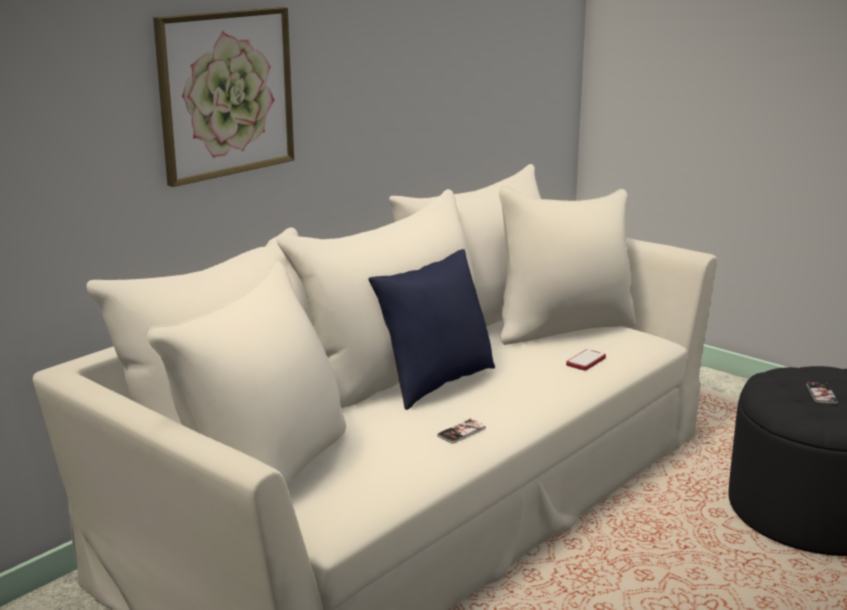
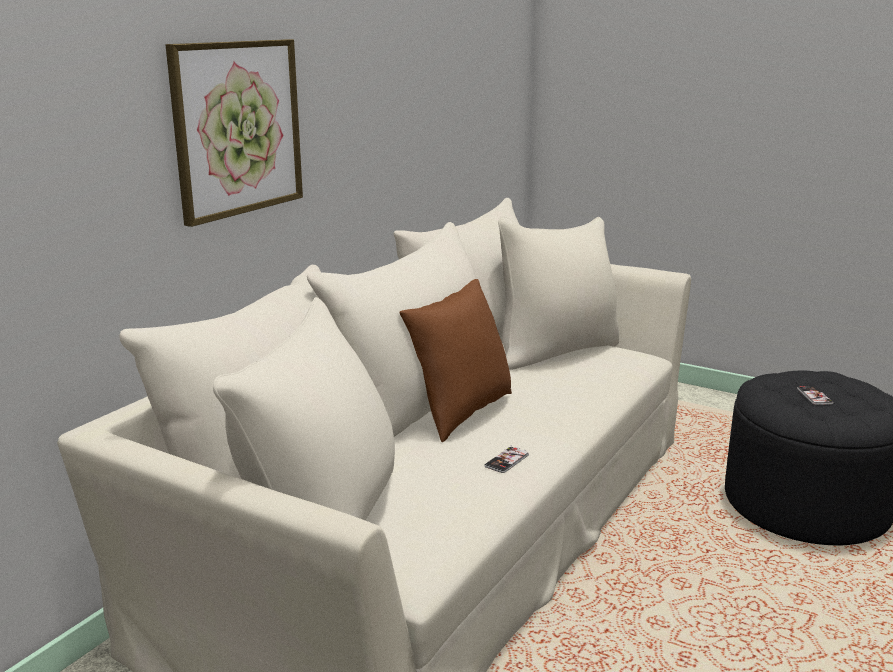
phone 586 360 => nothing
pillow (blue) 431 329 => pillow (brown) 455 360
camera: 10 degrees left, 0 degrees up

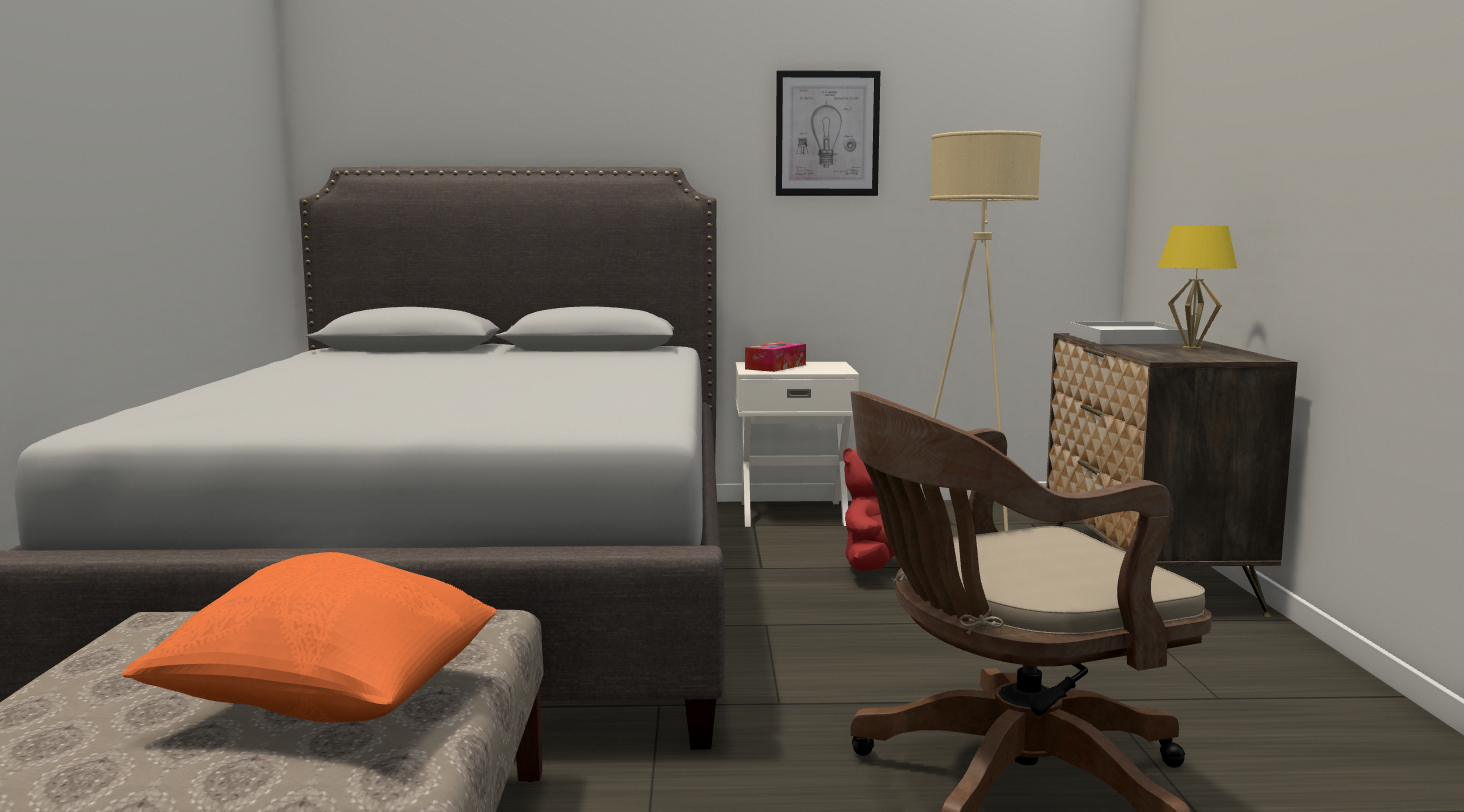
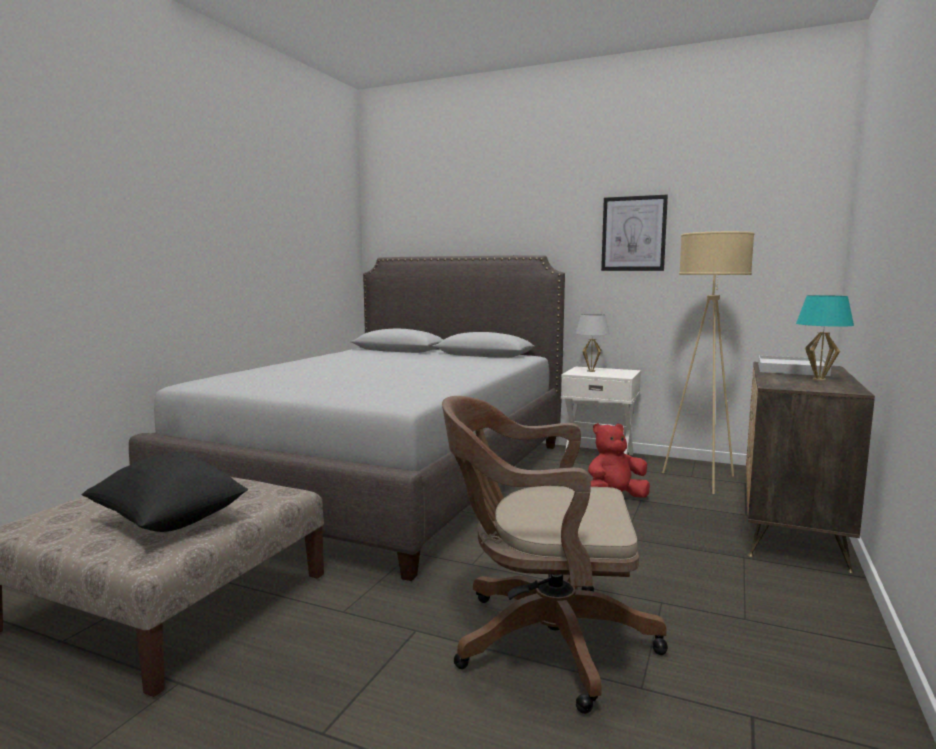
tissue box 775 357 => lamp for a table (white) 592 343
pillow (orange) 309 637 => pillow (black-coloured) 165 492
lamp for a table (yellowish) 1197 288 => lamp for a table (blue-green) 825 338
camera: 25 degrees right, 0 degrees up

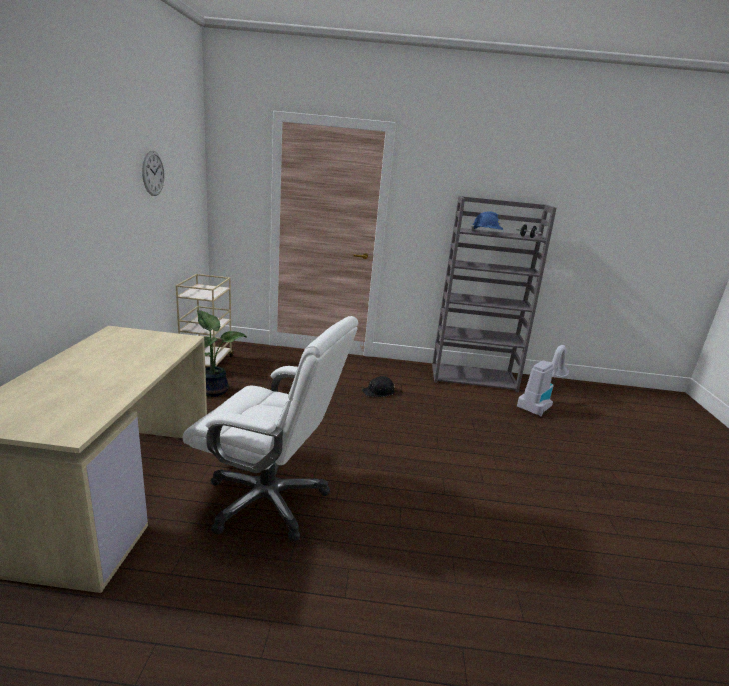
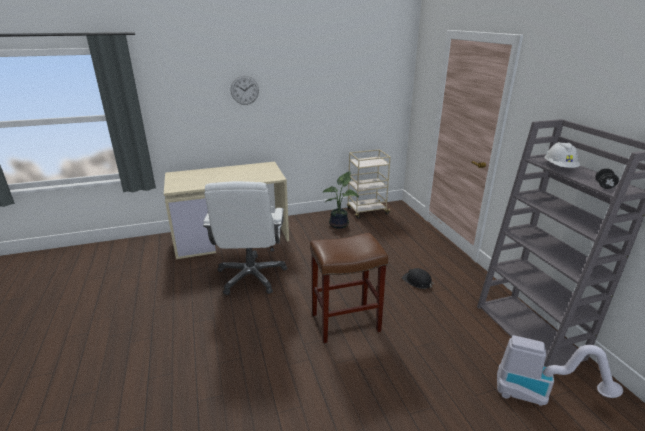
nothing => stool (brown) 349 288
hanging clock 153 173 => hanging clock 245 90, relocated
work helmet (blue) 487 221 => work helmet (white) 562 155
camera: 70 degrees right, 5 degrees up

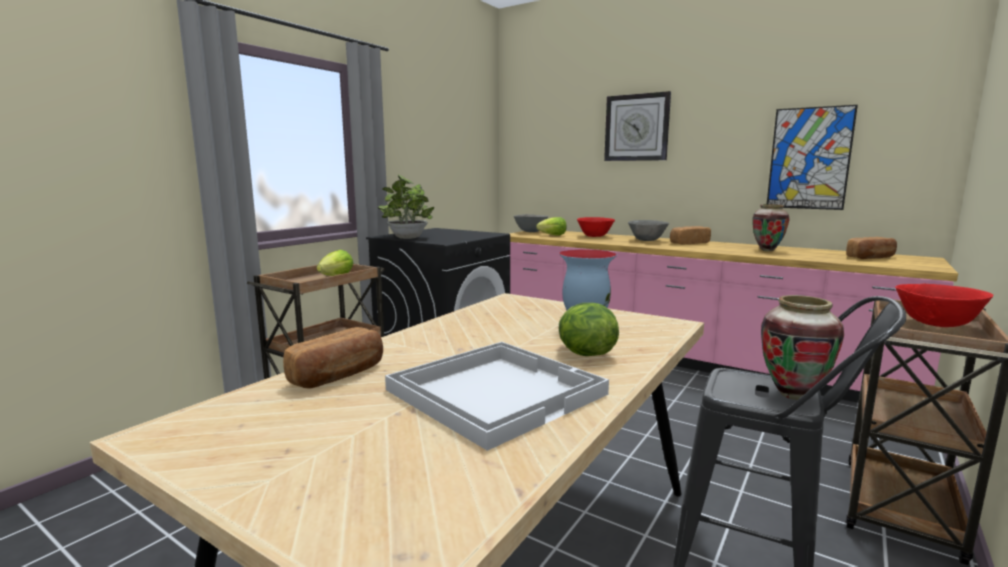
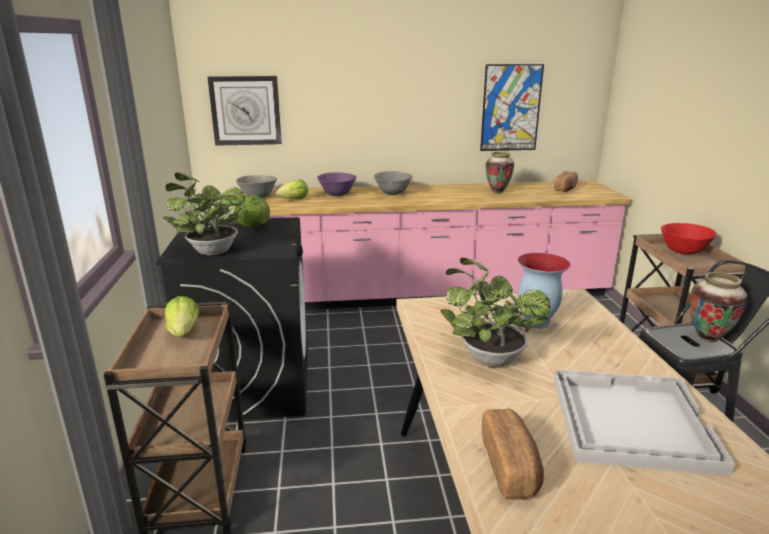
bread 690 235 => nothing
nothing => plant in a pot 495 312
lettuce 589 329 => lettuce 250 211, relocated
hanging clock 637 126 => hanging clock 245 111, relocated
deep dish (red) 596 227 => deep dish (purple-coloured) 337 184
camera: 40 degrees left, 10 degrees up

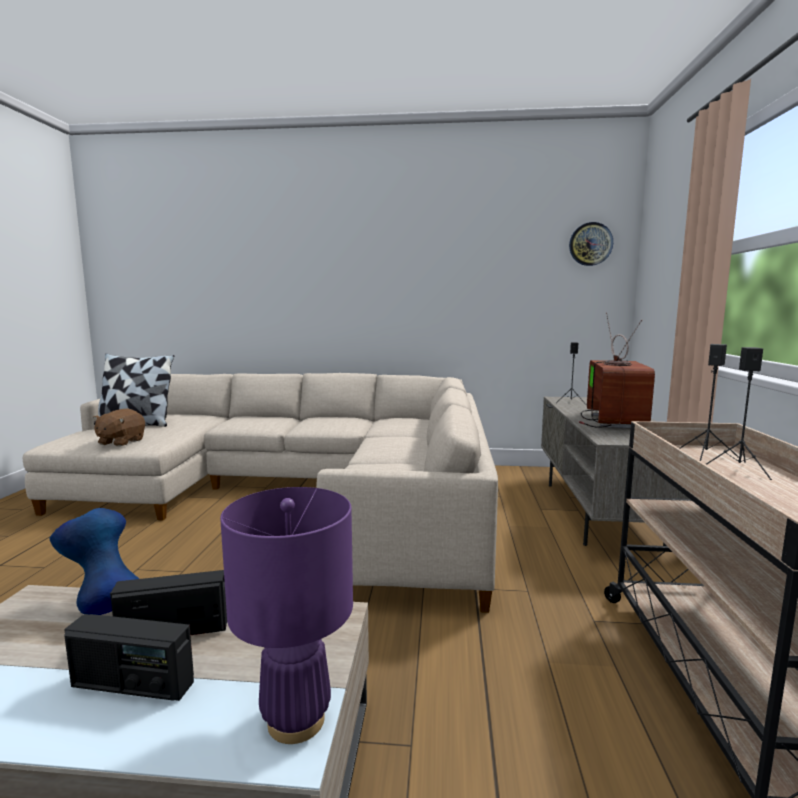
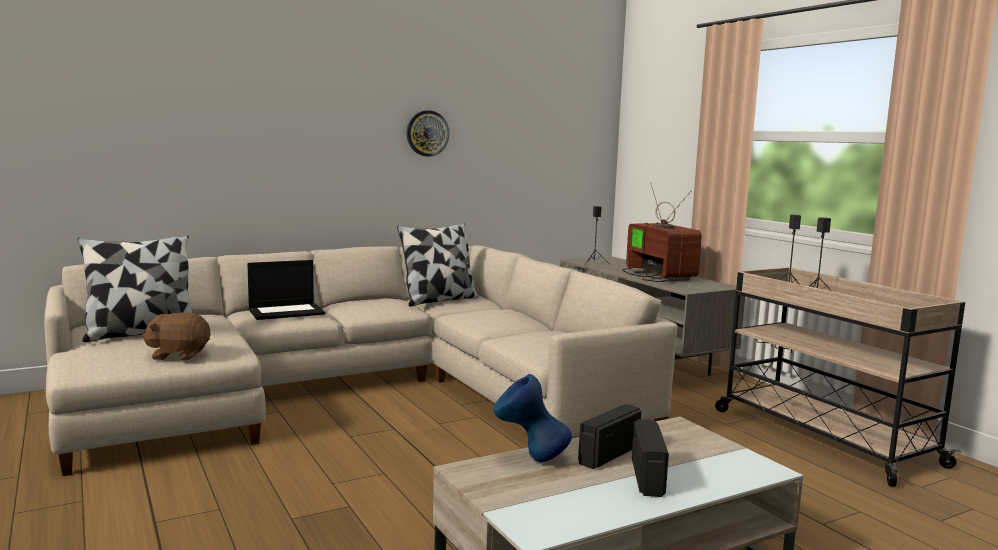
lamp for a table (purple-coloured) 286 615 => nothing
nothing => laptop 286 290
nothing => pillow 437 265
hanging clock 591 244 => hanging clock 427 133, relocated
radio 129 657 => radio 650 458, 60 degrees counterclockwise
cuddly toy (brown) 119 428 => cuddly toy (brown) 176 336, 105 degrees clockwise
camera: 35 degrees left, 0 degrees up

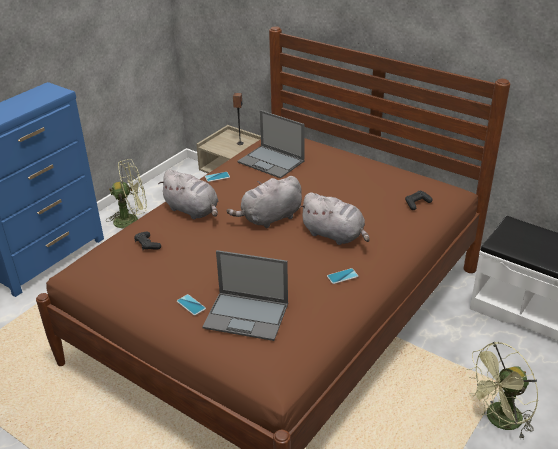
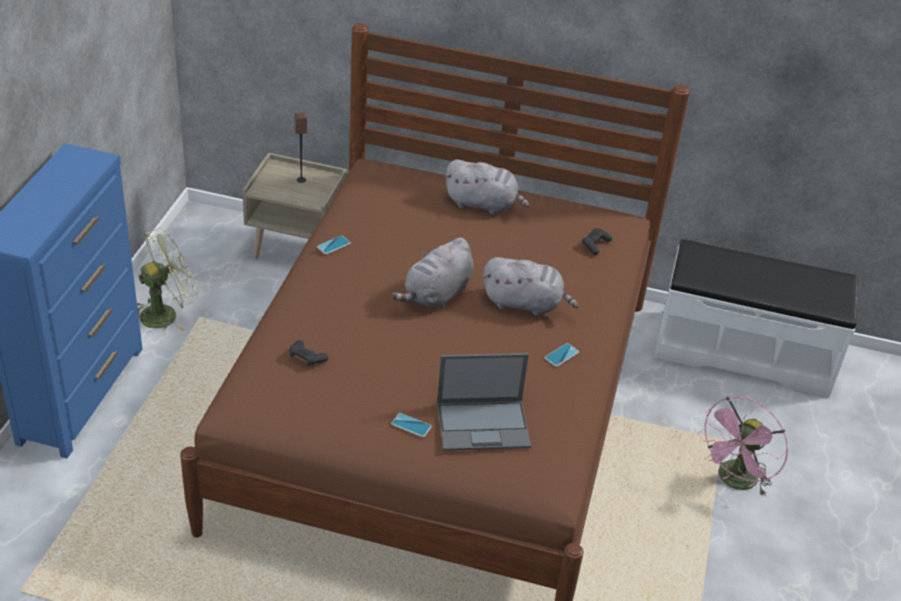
laptop 270 144 => nothing
cuddly toy (gray) 188 194 => cuddly toy (gray) 487 187, relocated
cooling fan (greenish) 502 391 => cooling fan (pinkish) 742 446
camera: 25 degrees left, 5 degrees up

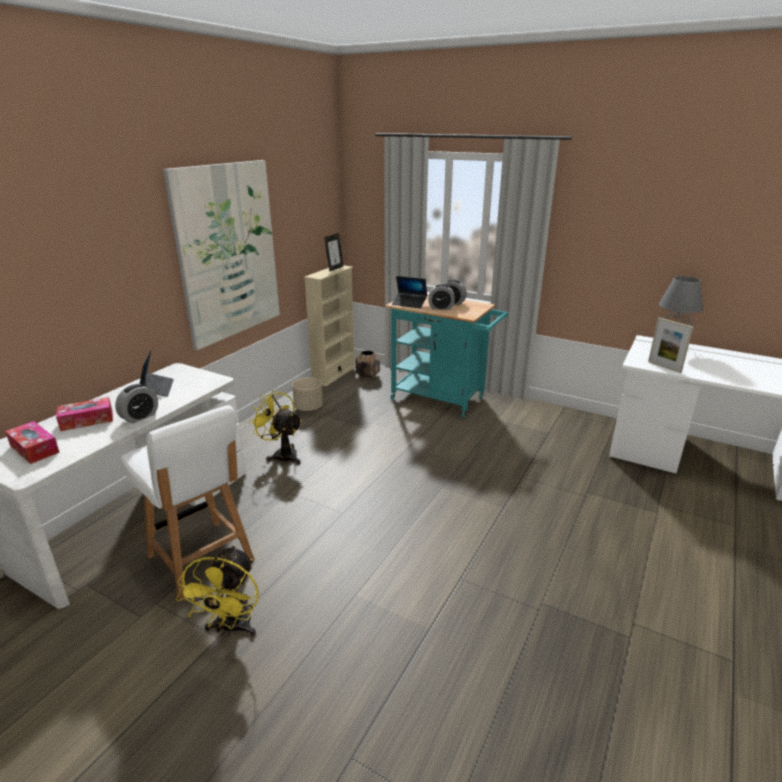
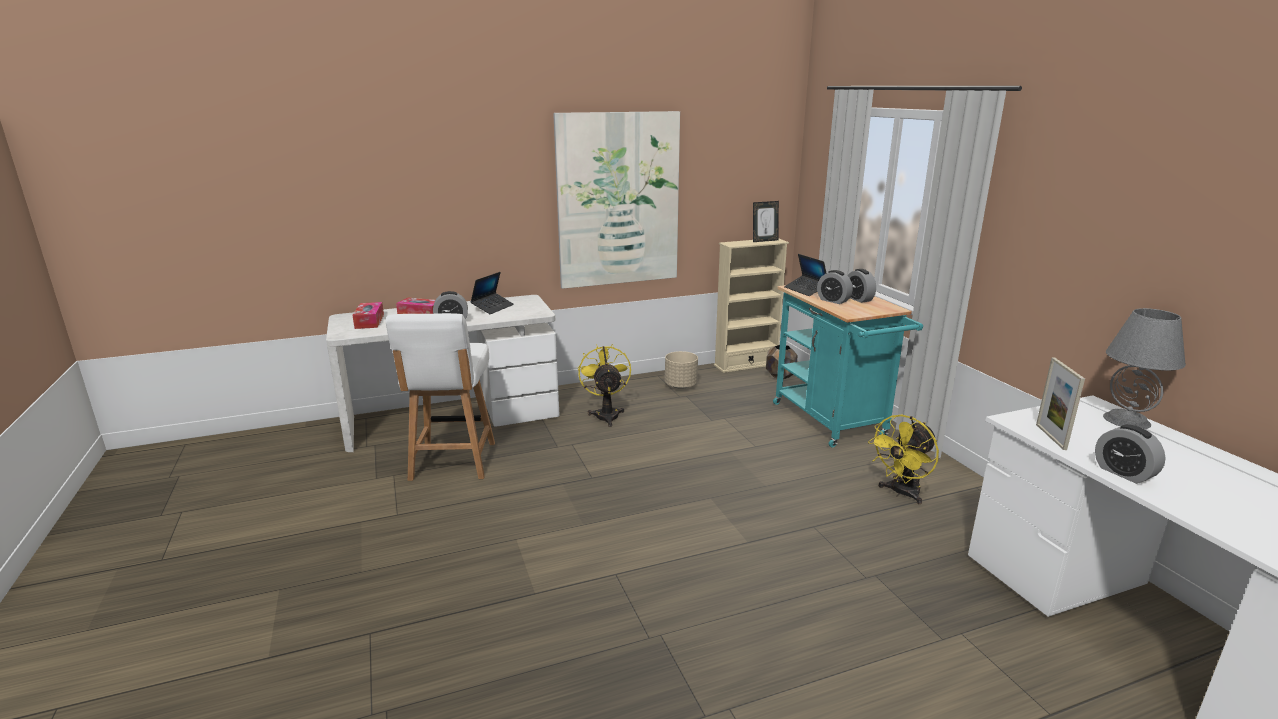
nothing => alarm clock 1130 454
cooling fan (yellowish) 217 590 => cooling fan (yellowish) 903 459, relocated
camera: 40 degrees right, 5 degrees down

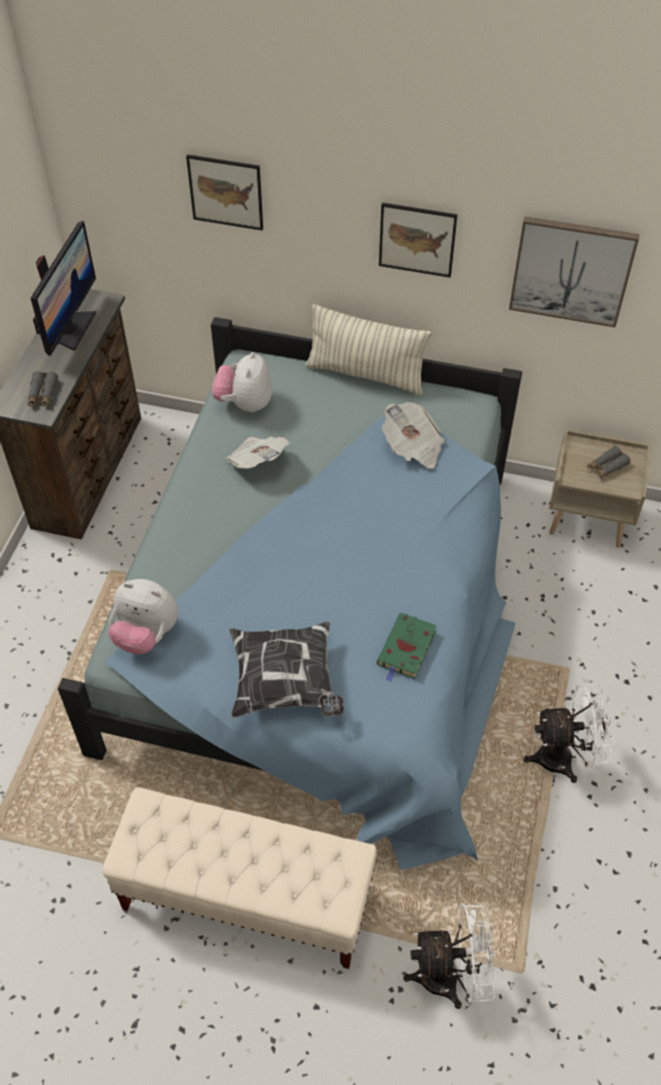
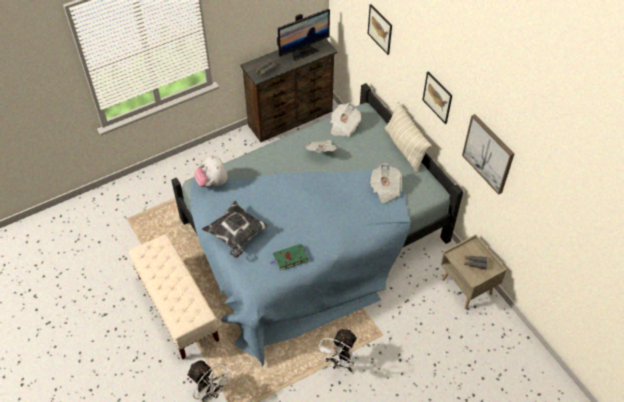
cuddly toy 242 382 => daily paper 345 119
cooling fan (white) 569 733 => cooling fan (white) 337 350, 75 degrees clockwise
camera: 45 degrees right, 0 degrees up

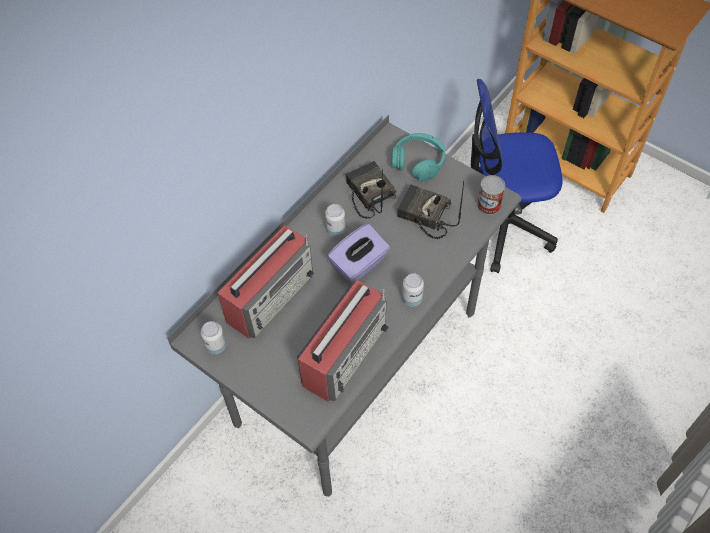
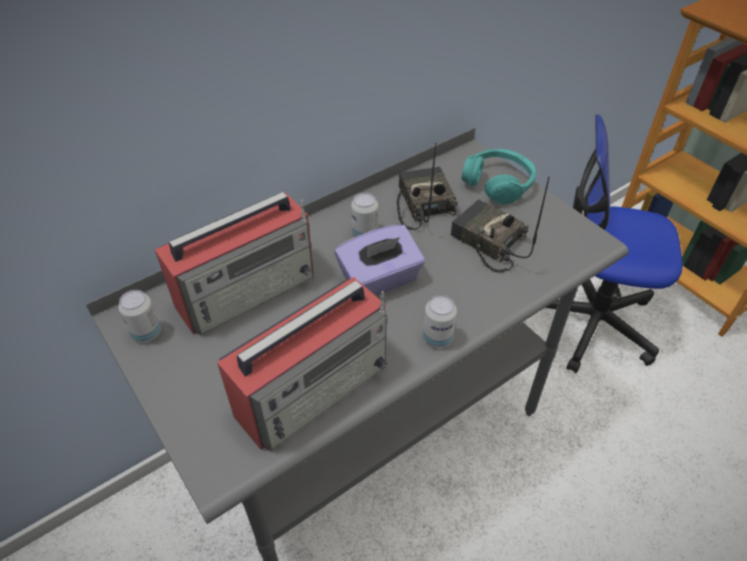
can 491 195 => nothing
camera: 15 degrees right, 10 degrees down

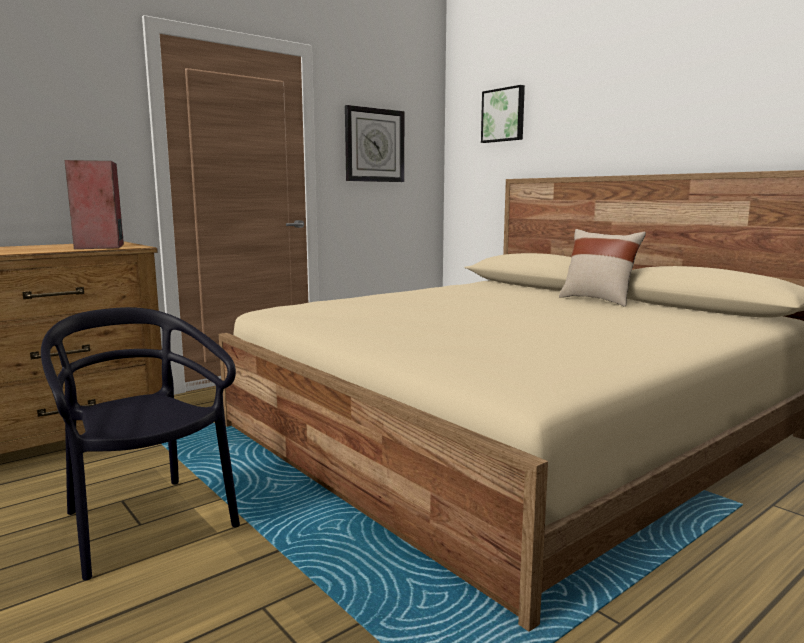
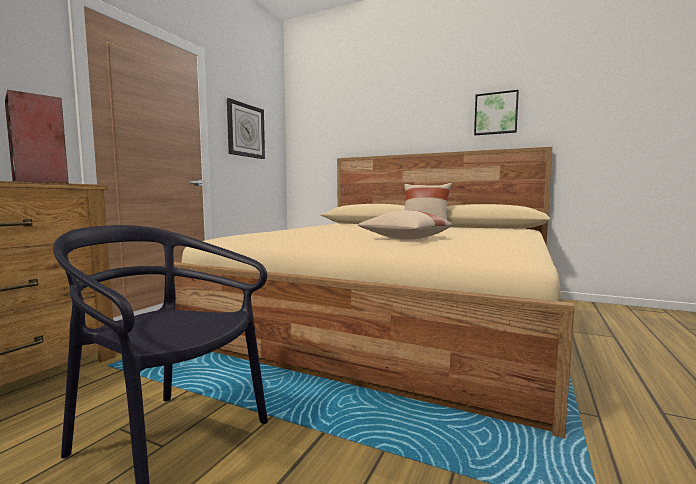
nothing => pillow (beige-coloured) 405 225
picture 503 114 => picture 496 112, relocated
camera: 25 degrees left, 5 degrees down

